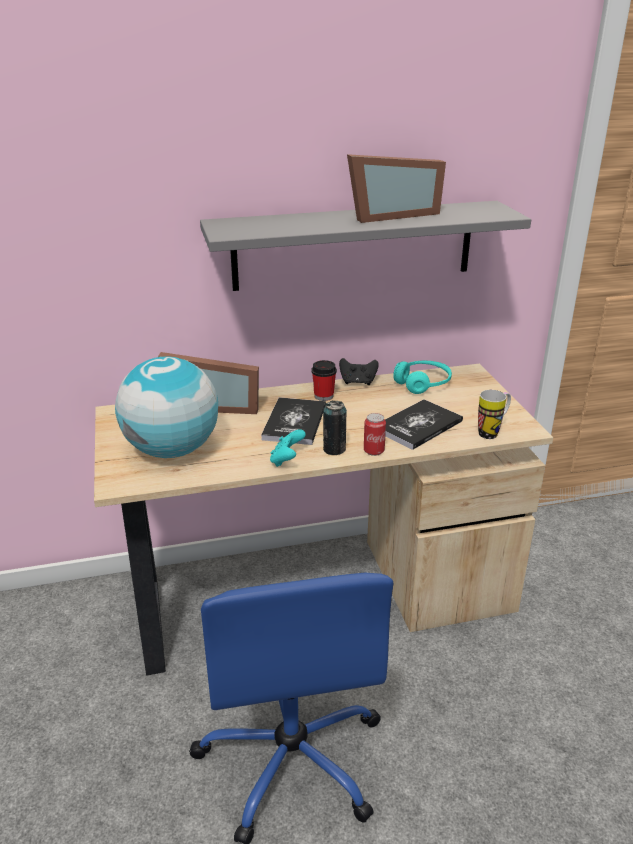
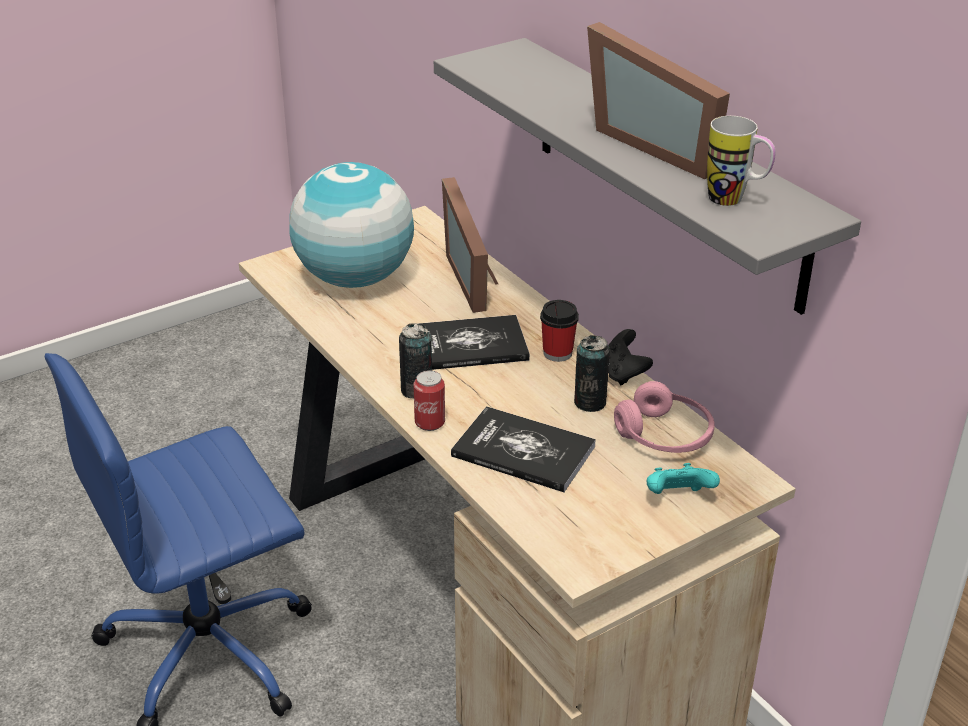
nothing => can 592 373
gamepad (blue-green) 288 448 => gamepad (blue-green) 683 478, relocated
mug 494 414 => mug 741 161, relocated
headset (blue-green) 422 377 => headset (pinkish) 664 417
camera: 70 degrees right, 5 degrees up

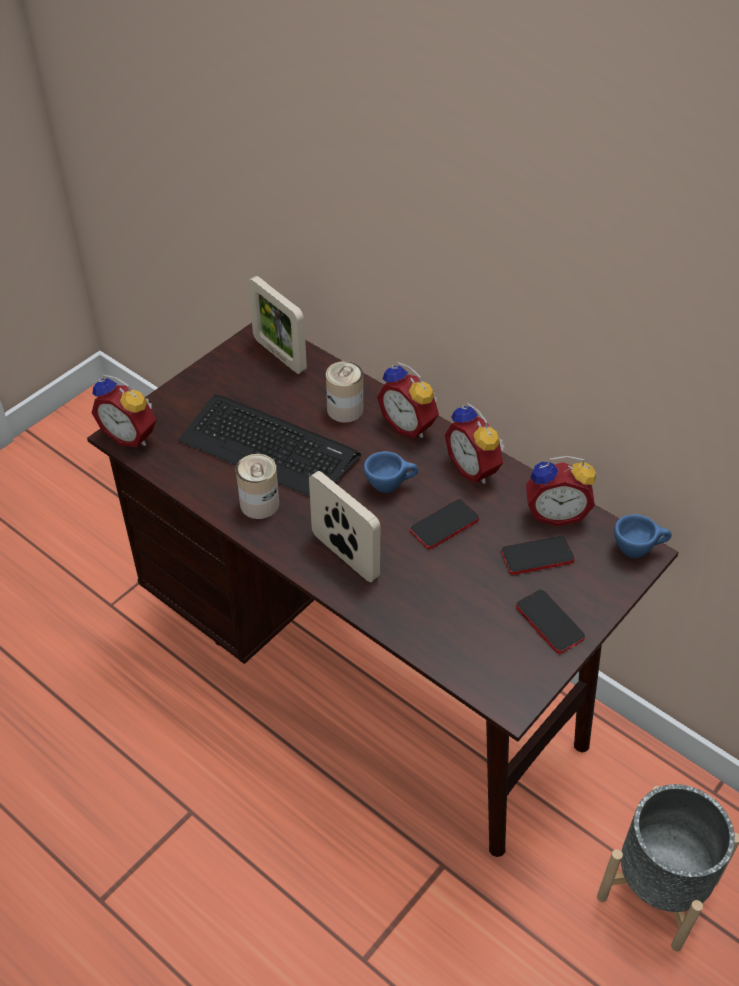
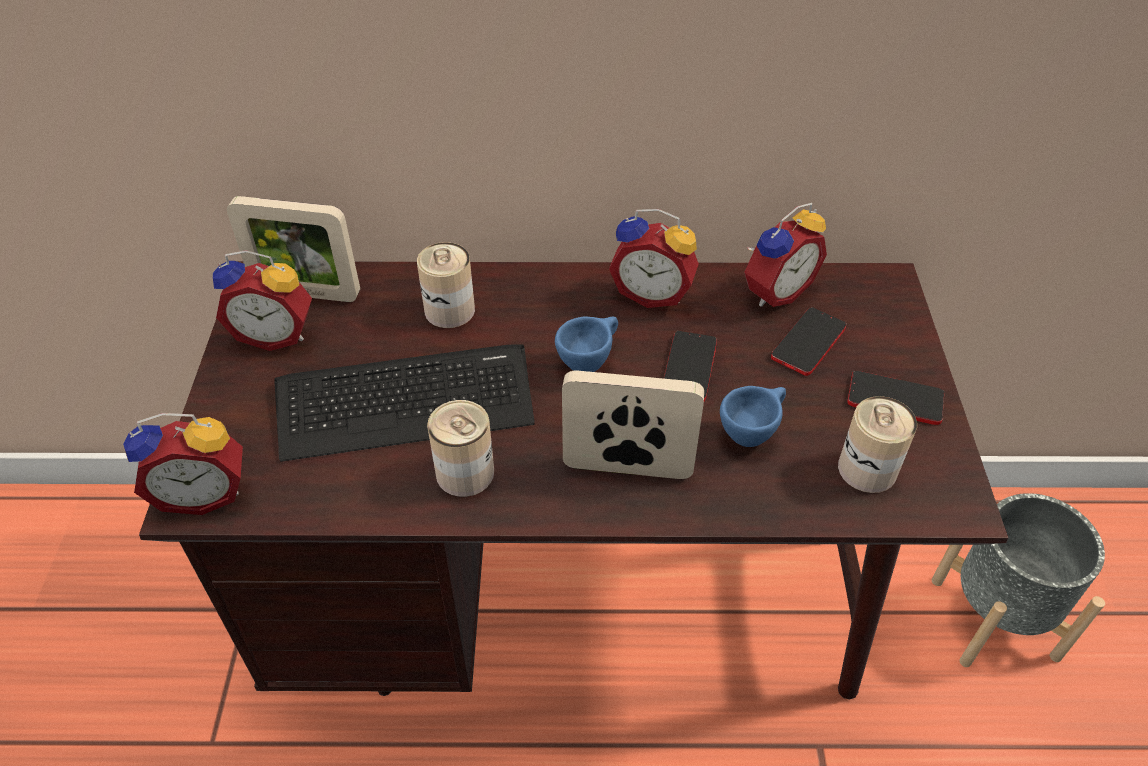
nothing => can 877 444
alarm clock 408 400 => alarm clock 262 300, relocated
cup (blue) 643 536 => cup (blue) 753 416, relocated
camera: 40 degrees left, 0 degrees up

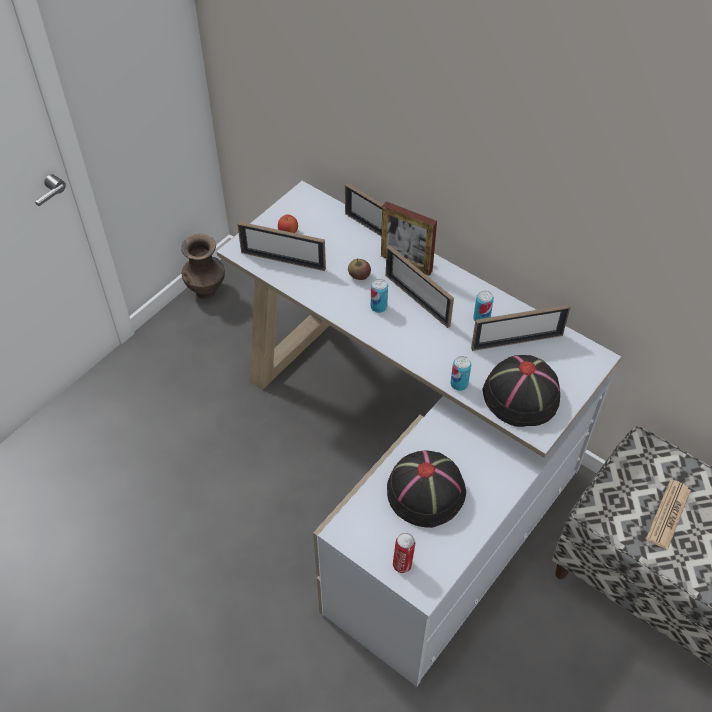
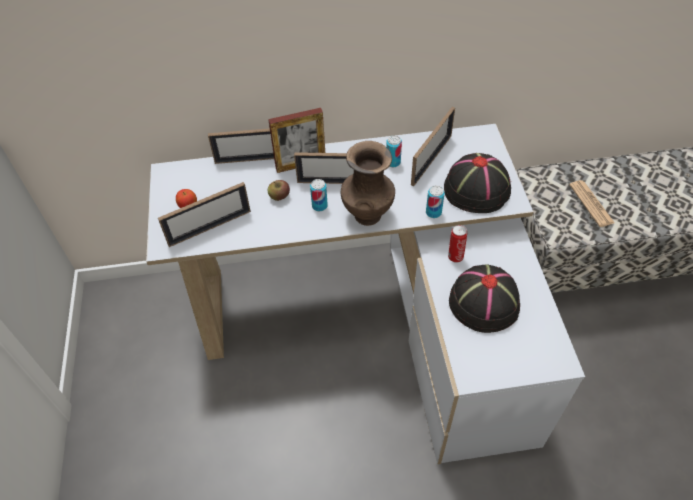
flower vase (brown) 203 266 => flower vase (brown) 368 183, relocated
can 404 553 => can 457 244, relocated
camera: 45 degrees left, 0 degrees up

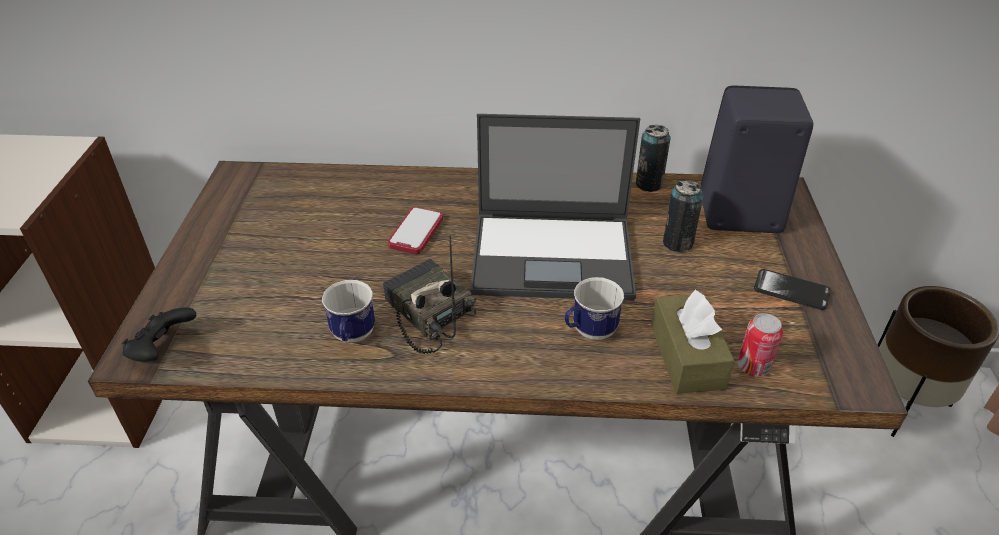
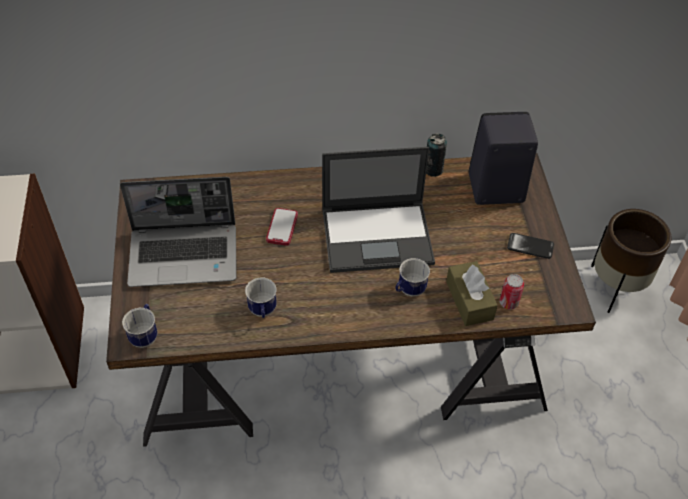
radio 429 294 => nothing
can 683 216 => nothing
nothing => laptop 178 232
gamepad (black-coloured) 159 334 => mug 139 326
camera: 10 degrees left, 10 degrees up

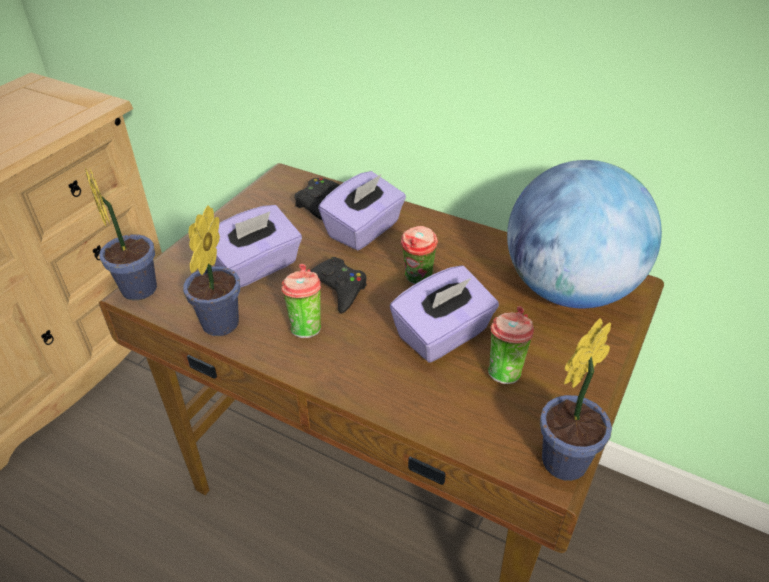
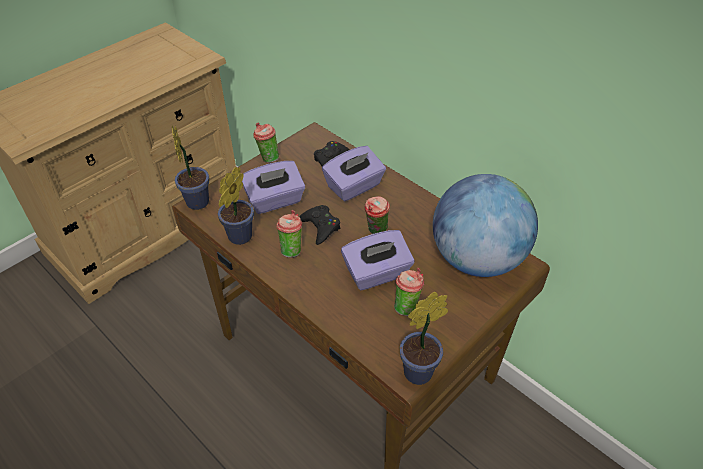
nothing => cup 266 143
camera: 15 degrees right, 5 degrees up

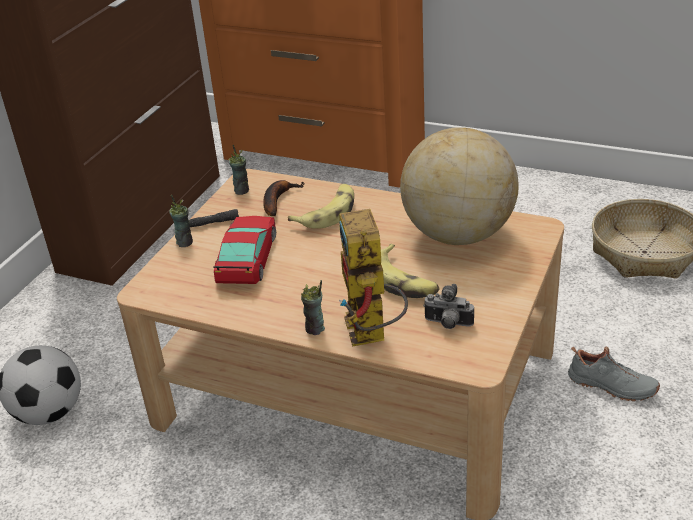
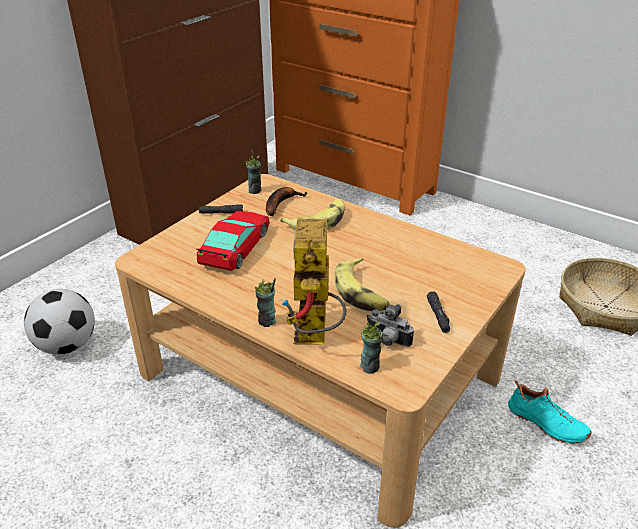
world globe 459 186 => nothing
nothing => hand torch (black-coloured) 438 312
cup 181 221 => cup 371 344, relocated
shoe (gray) 614 373 => shoe (blue-green) 549 412
camera: 10 degrees right, 0 degrees up

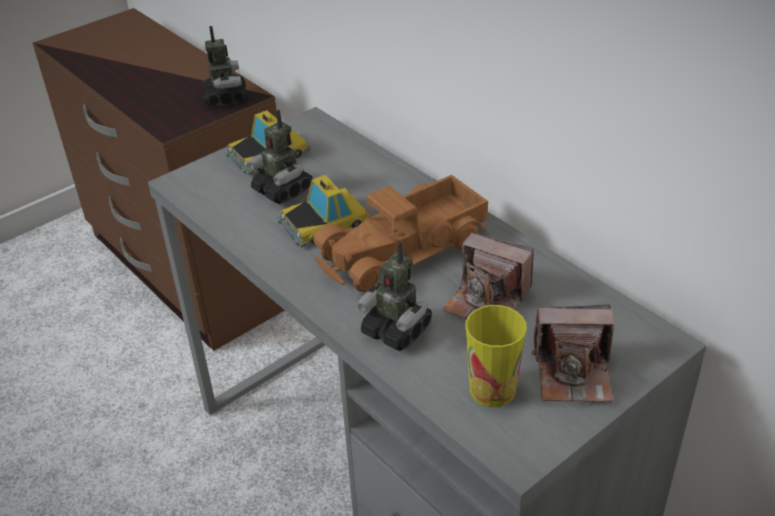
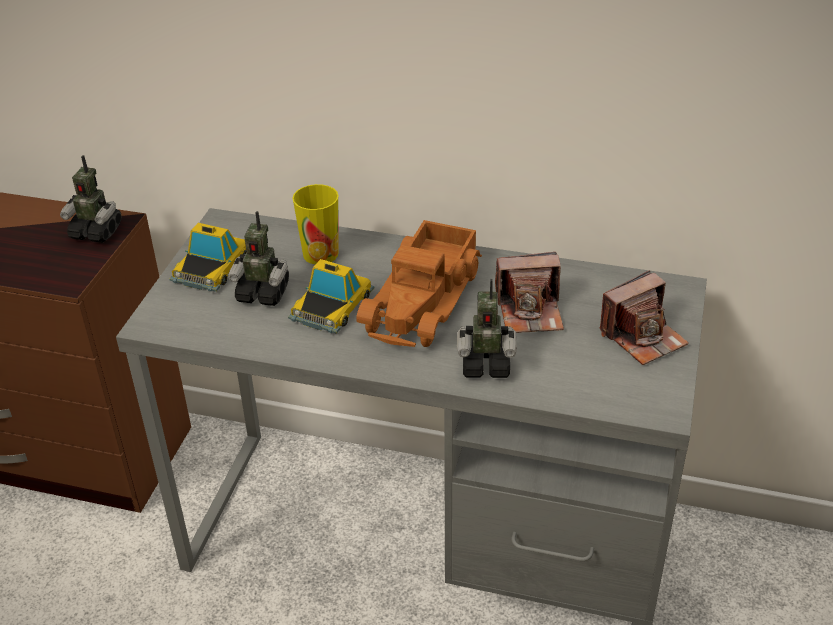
cup 496 356 => cup 315 224, relocated
robot figure 225 66 => robot figure 91 199, 150 degrees clockwise
camera: 35 degrees left, 0 degrees up

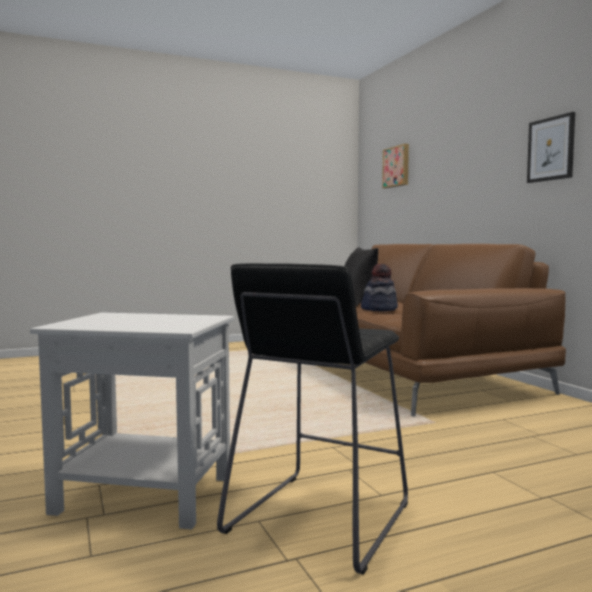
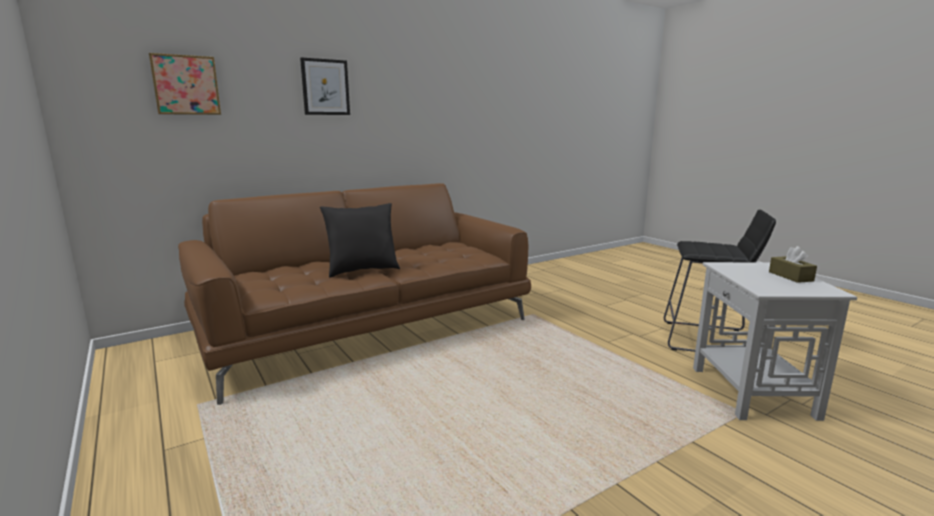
wearable hat 379 287 => nothing
nothing => tissue box (brown) 793 264
picture 551 147 => picture 325 86, relocated
camera: 100 degrees left, 10 degrees up

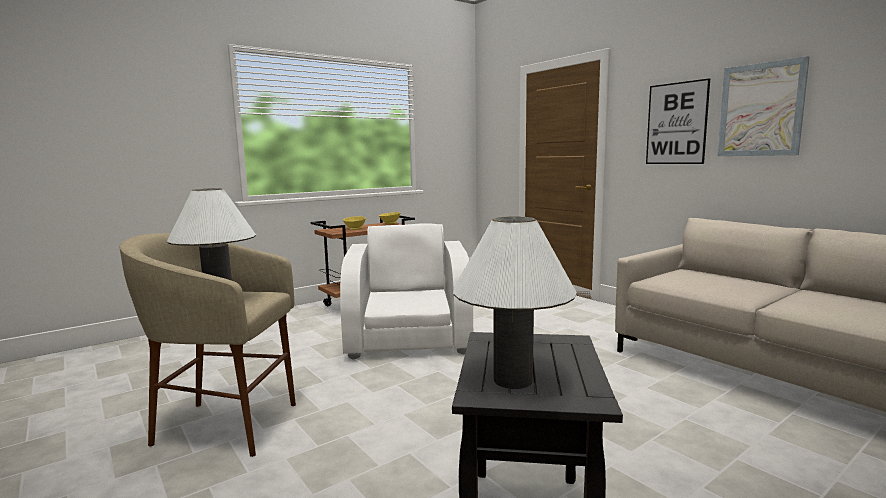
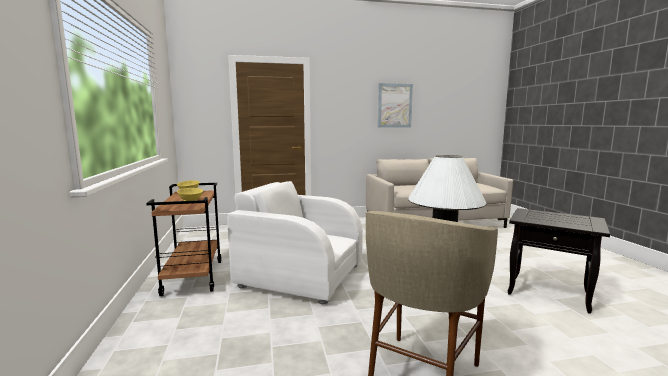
lamp for a table (white) 515 302 => nothing
picture 678 121 => nothing
camera: 65 degrees left, 0 degrees up

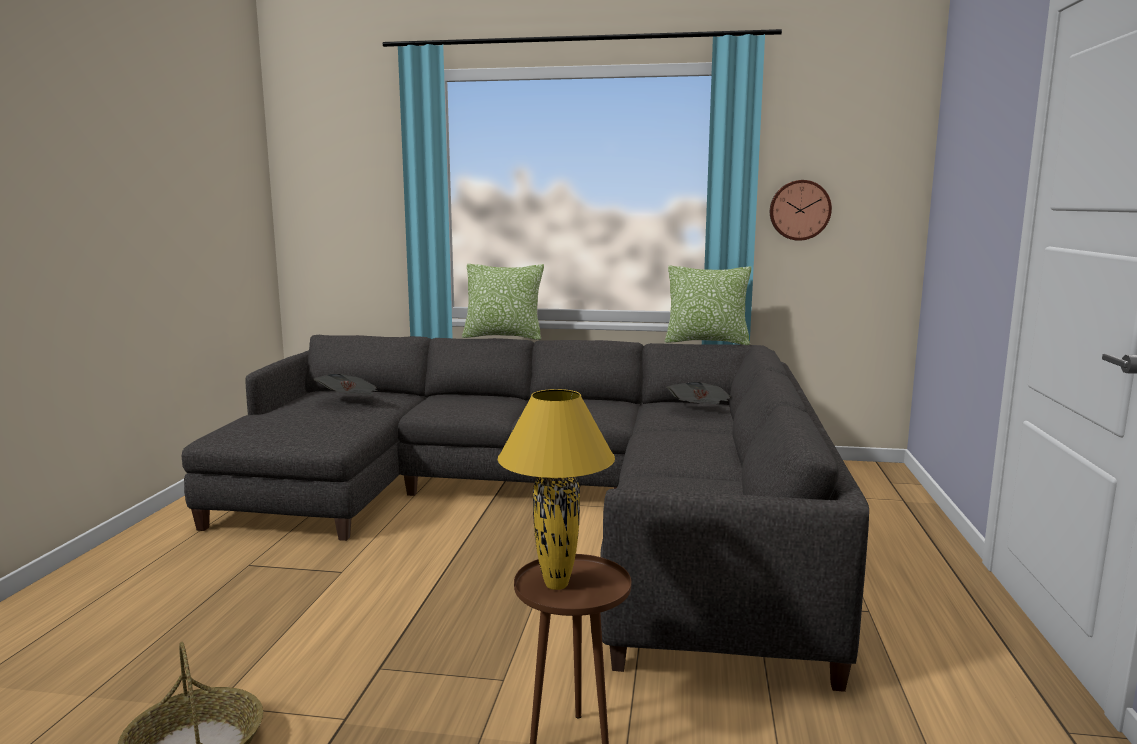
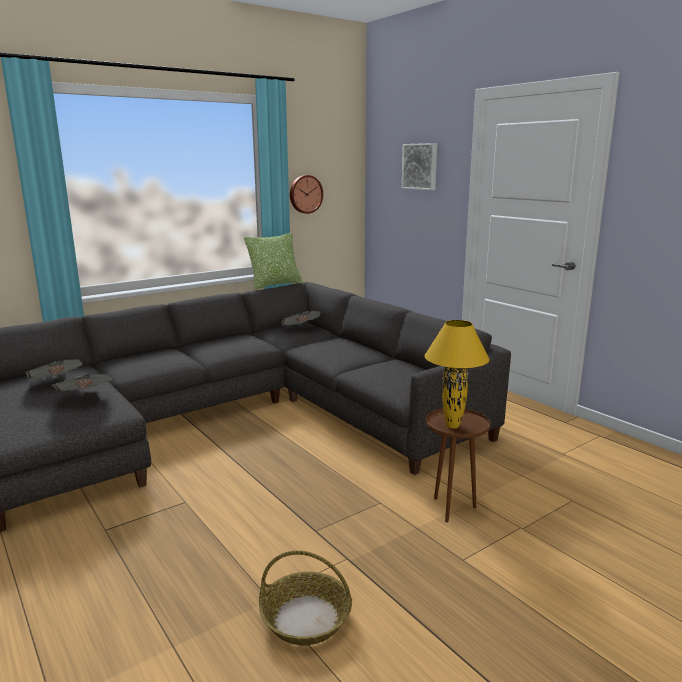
pillow 503 302 => nothing
nothing => daily paper 82 382
nothing => picture 419 166
camera: 45 degrees left, 5 degrees up

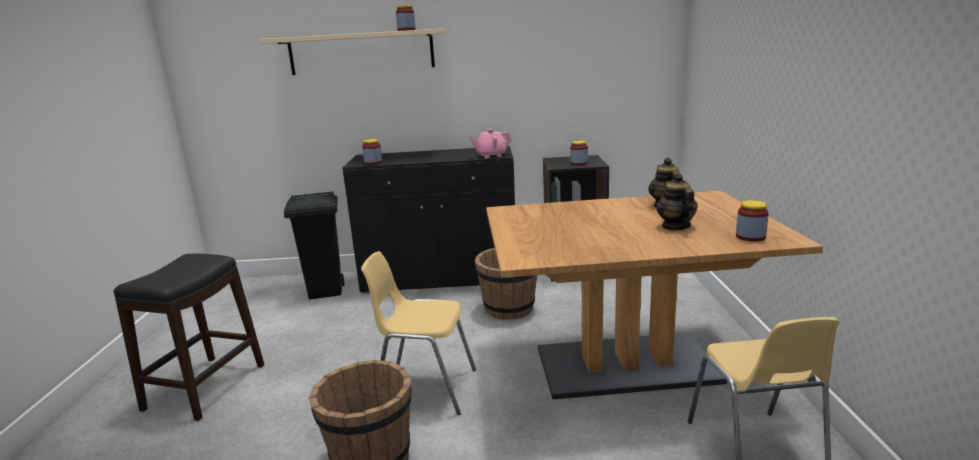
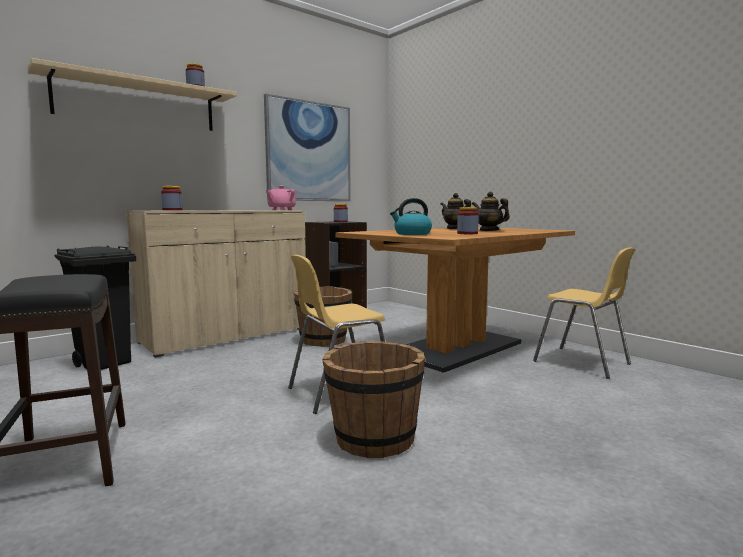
nothing => picture 307 147
nothing => water kettle 411 216
jar 752 221 => jar 468 220, relocated
storage cabinet (black-coloured) 428 220 => storage cabinet (beige-coloured) 216 284
camera: 40 degrees left, 10 degrees down

